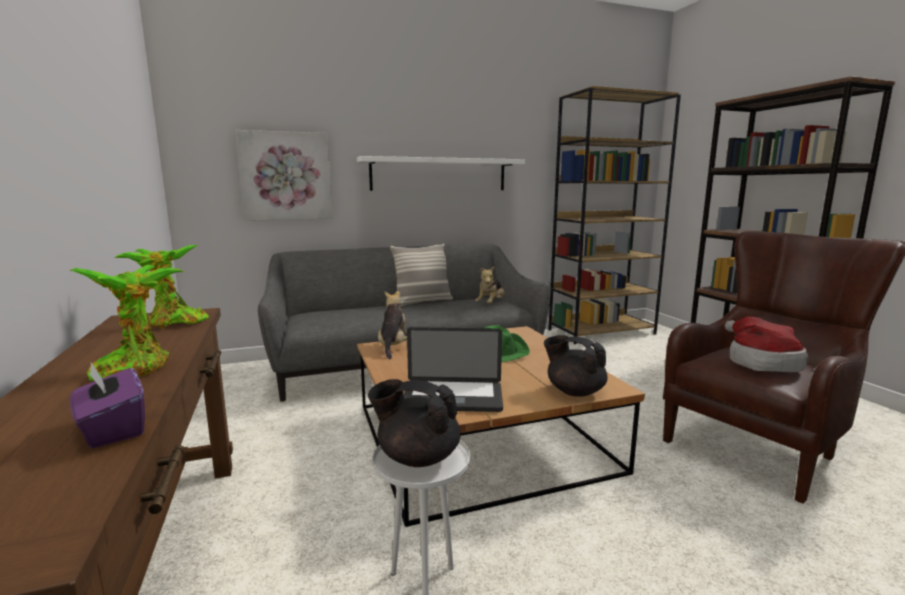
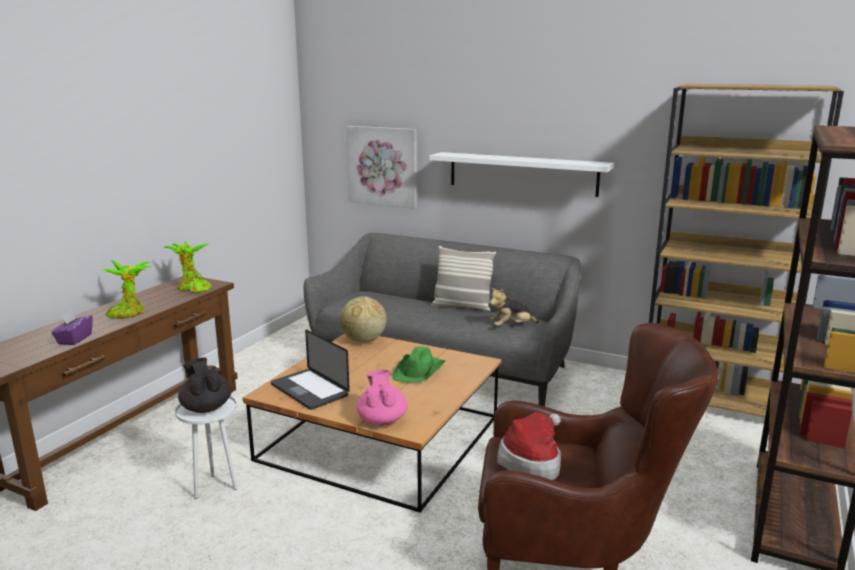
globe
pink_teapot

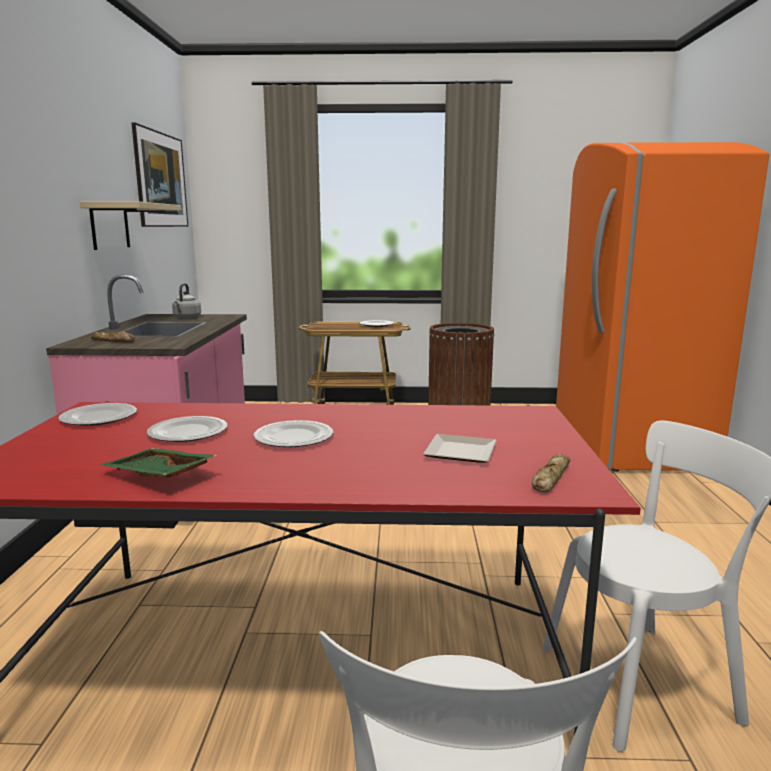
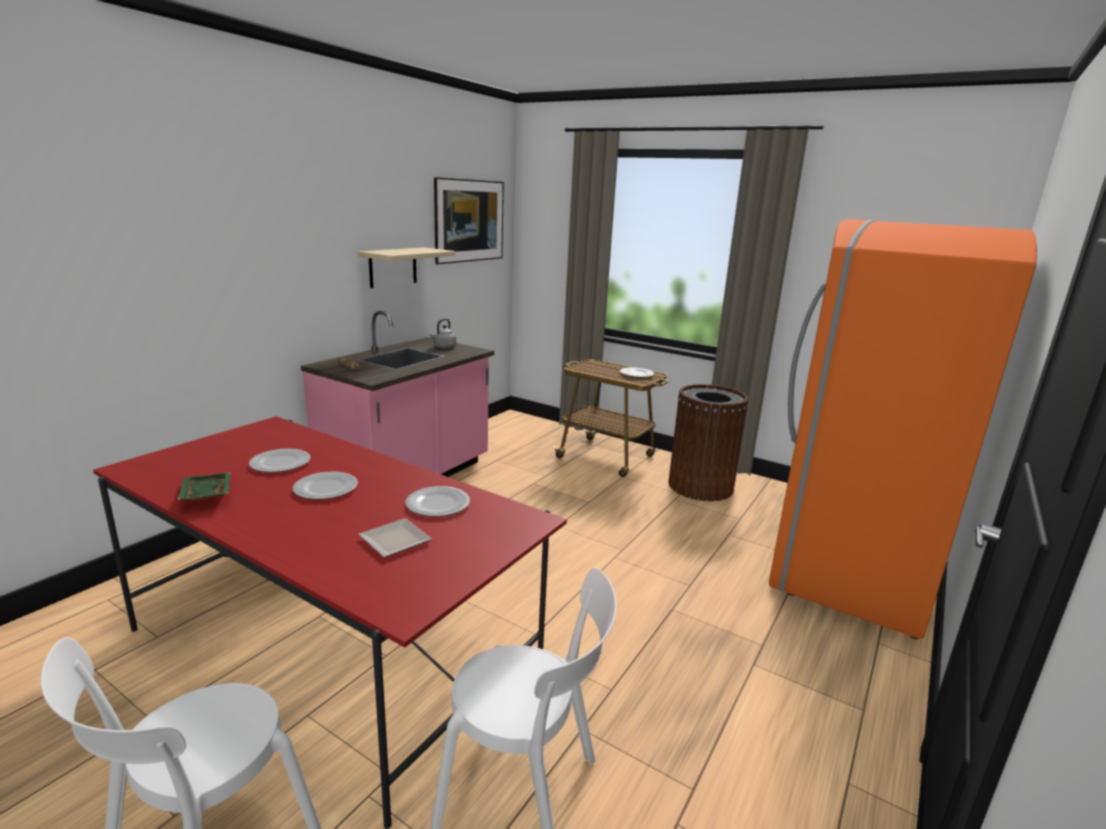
plate (4th from left)
bread (2nd from left in the first image)

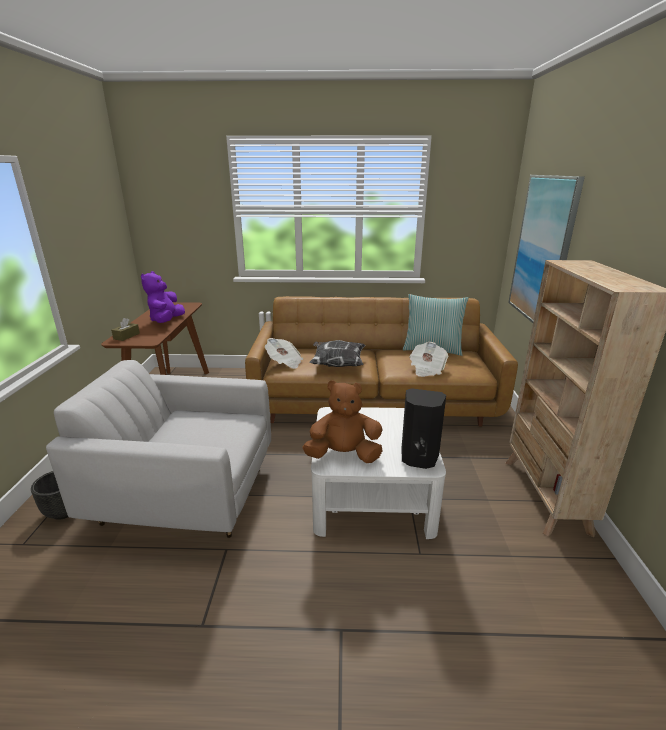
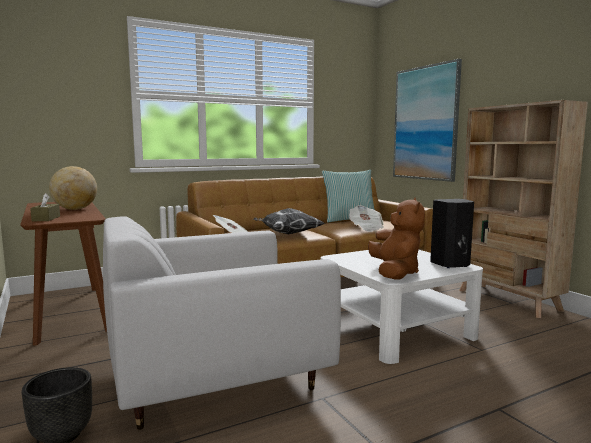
globe
brown_plush_toy

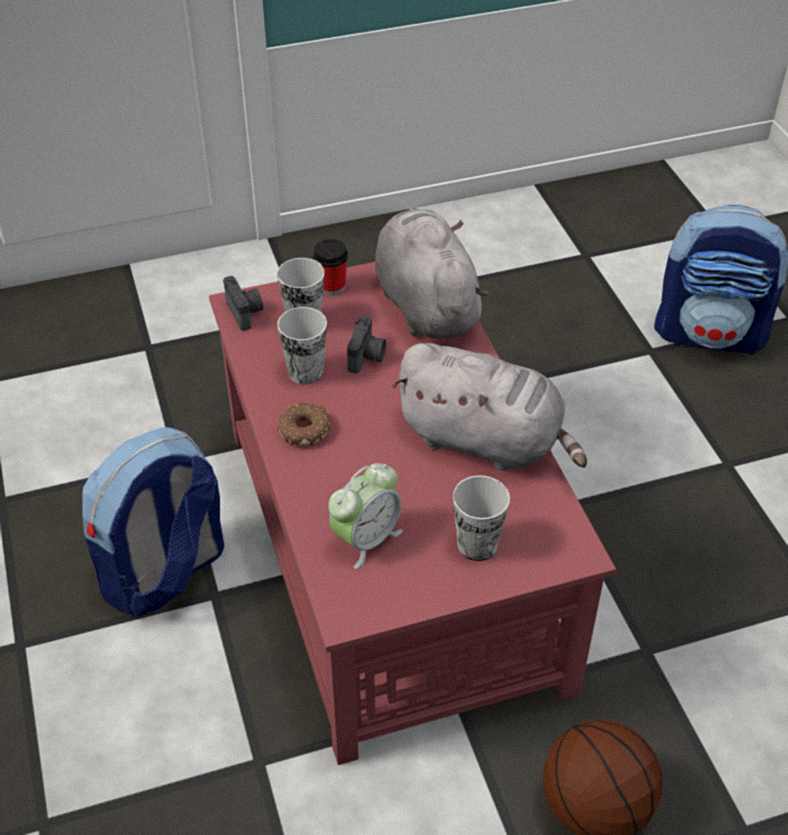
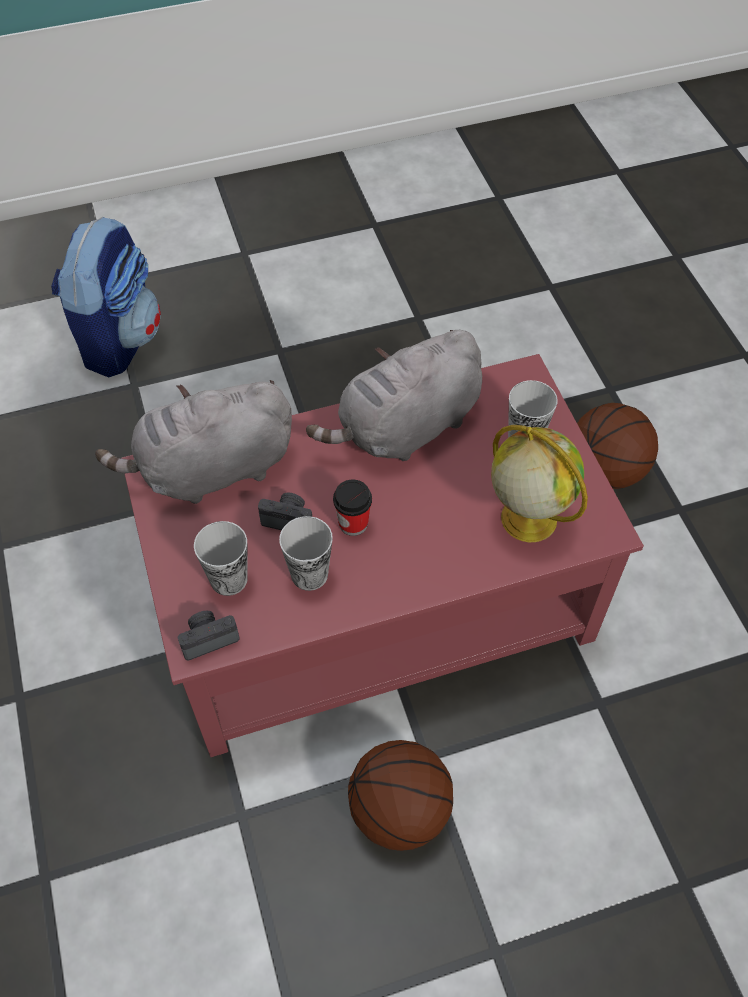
grey_plush_toy (2nd from left)
cup (3rd from left)
basketball (1st from left)
globe
donut

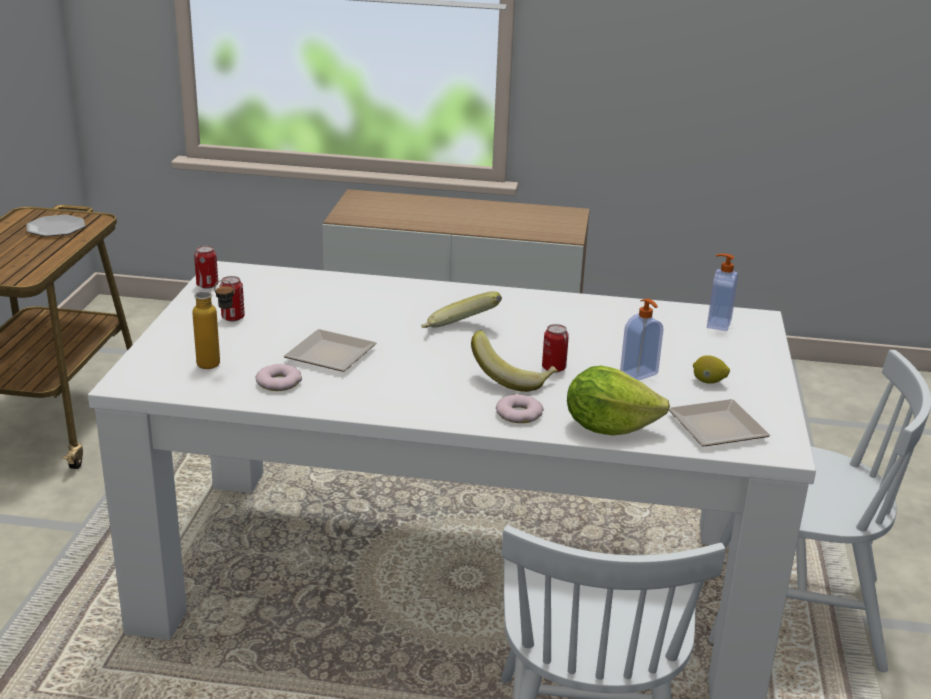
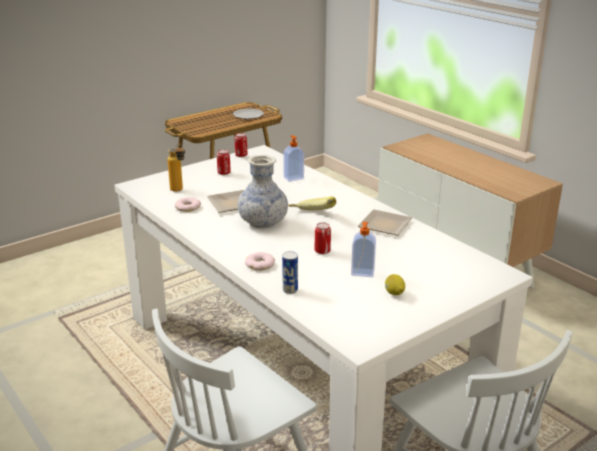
vase
can (3rd from left)
soap_dispenser (1st from left)
plate (3rd from left)
banana (2nd from left in the first image)

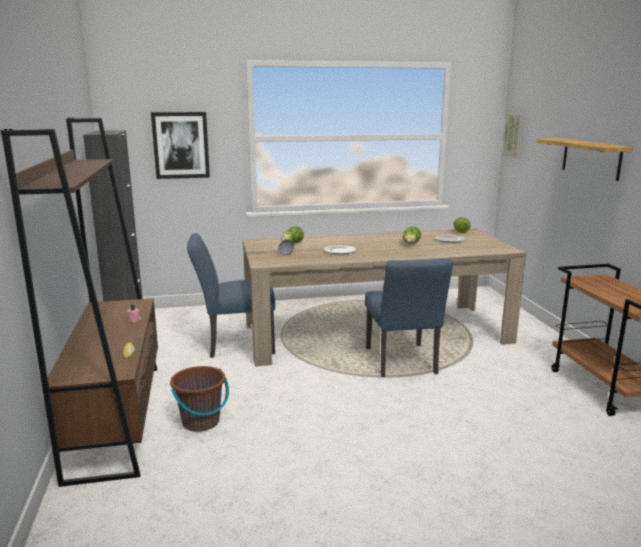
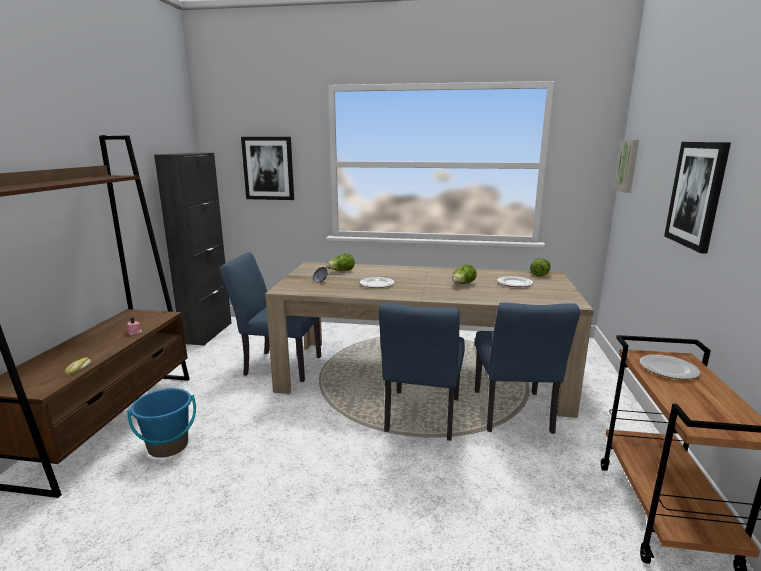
blue_bucket
blue_chair (3rd from left)
plate (3rd from left)
picture (3rd from left)

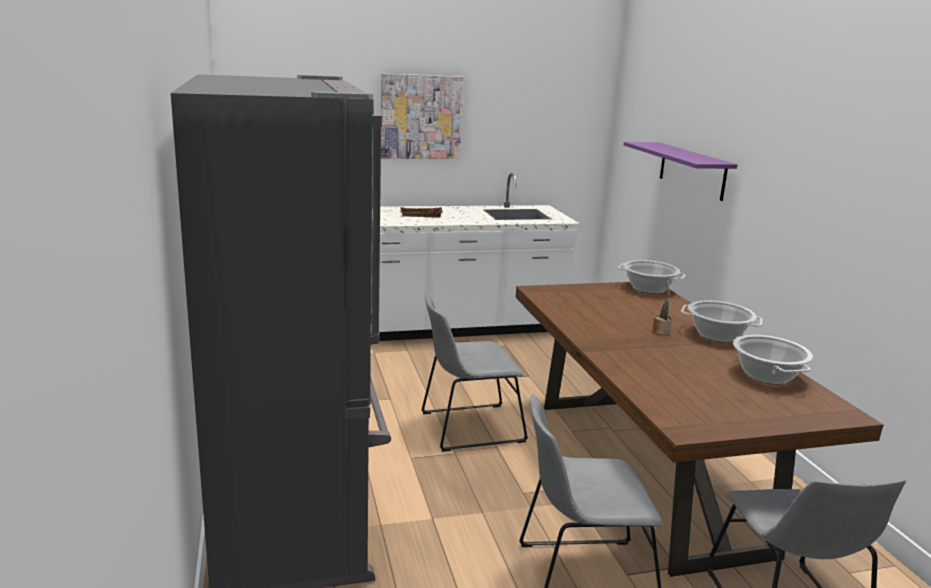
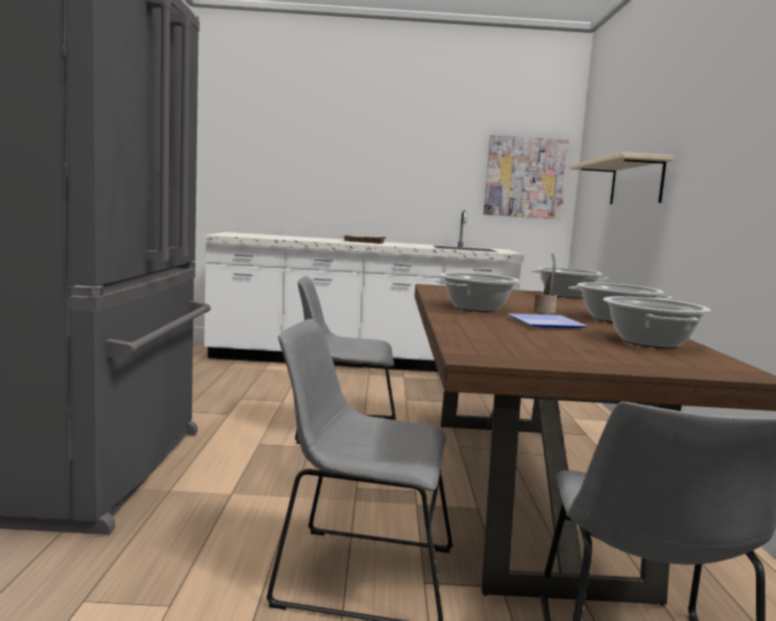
cooking_pot (1st from left)
picture
plate
beige_shelf

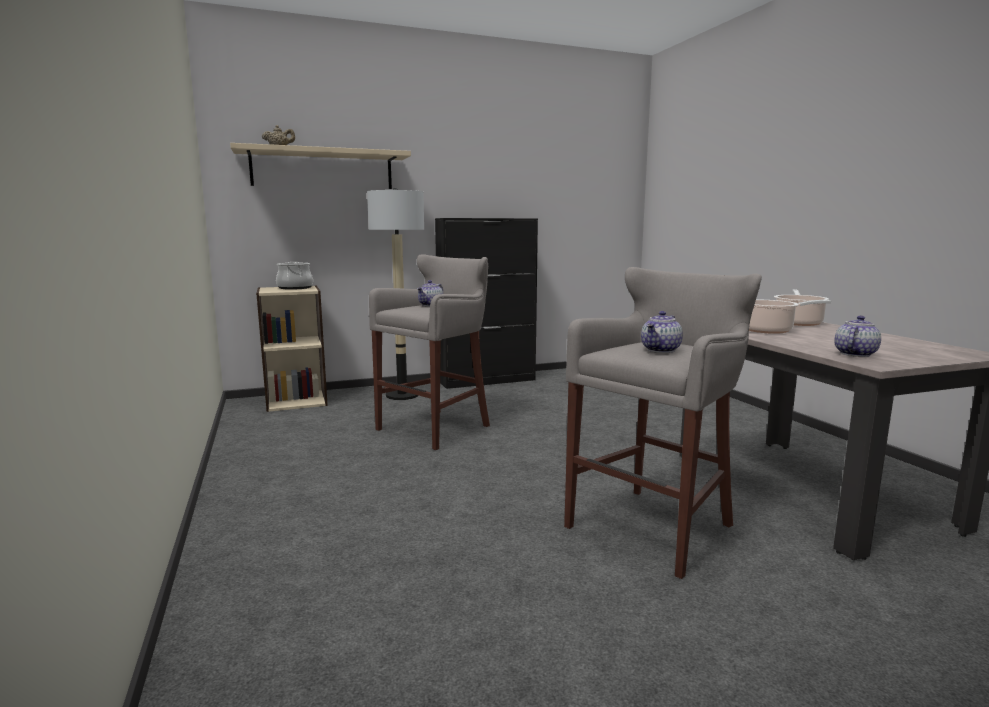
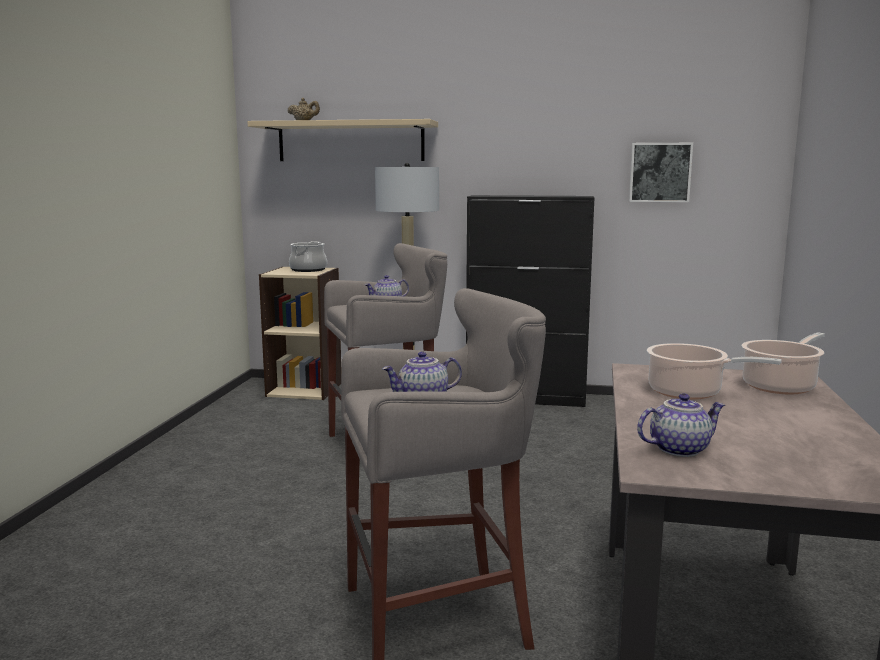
picture

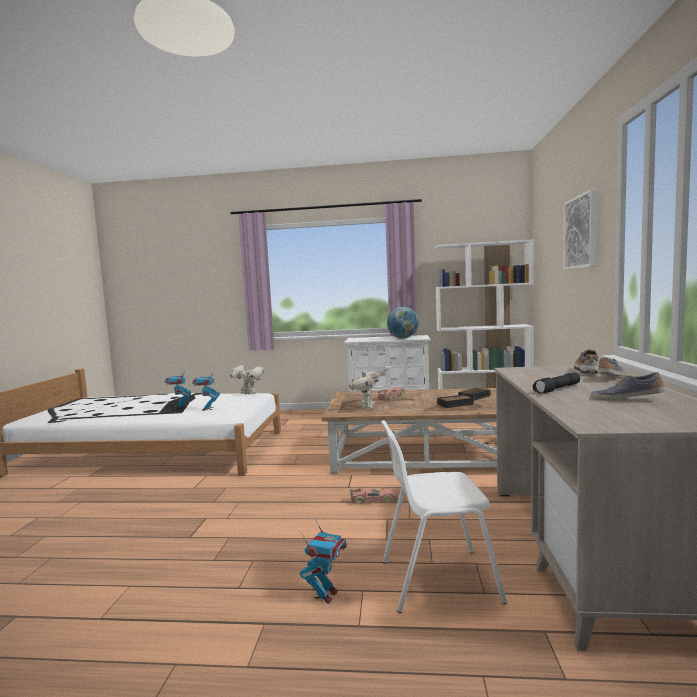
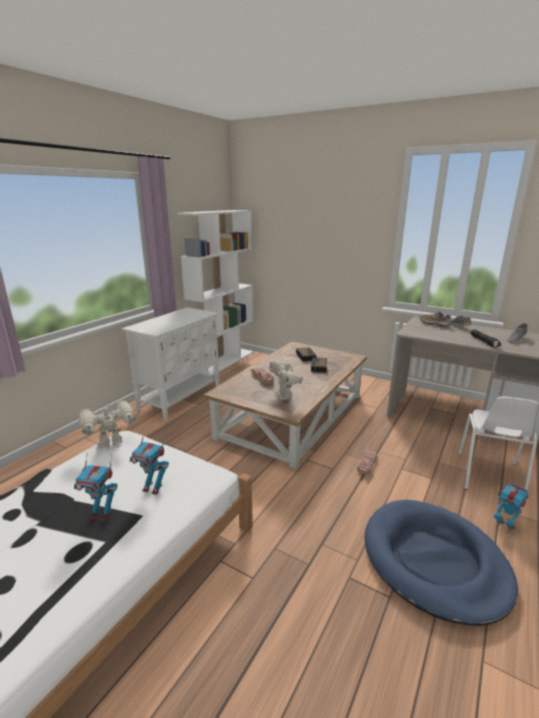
toy_robot (4th from left)
blue_dog_bed
globe
picture

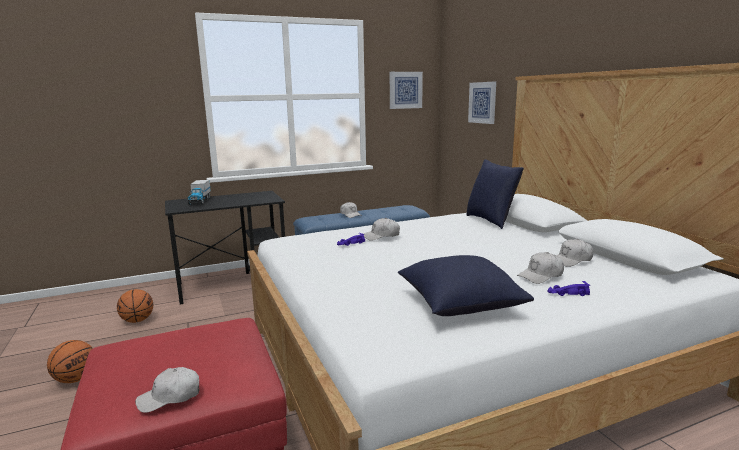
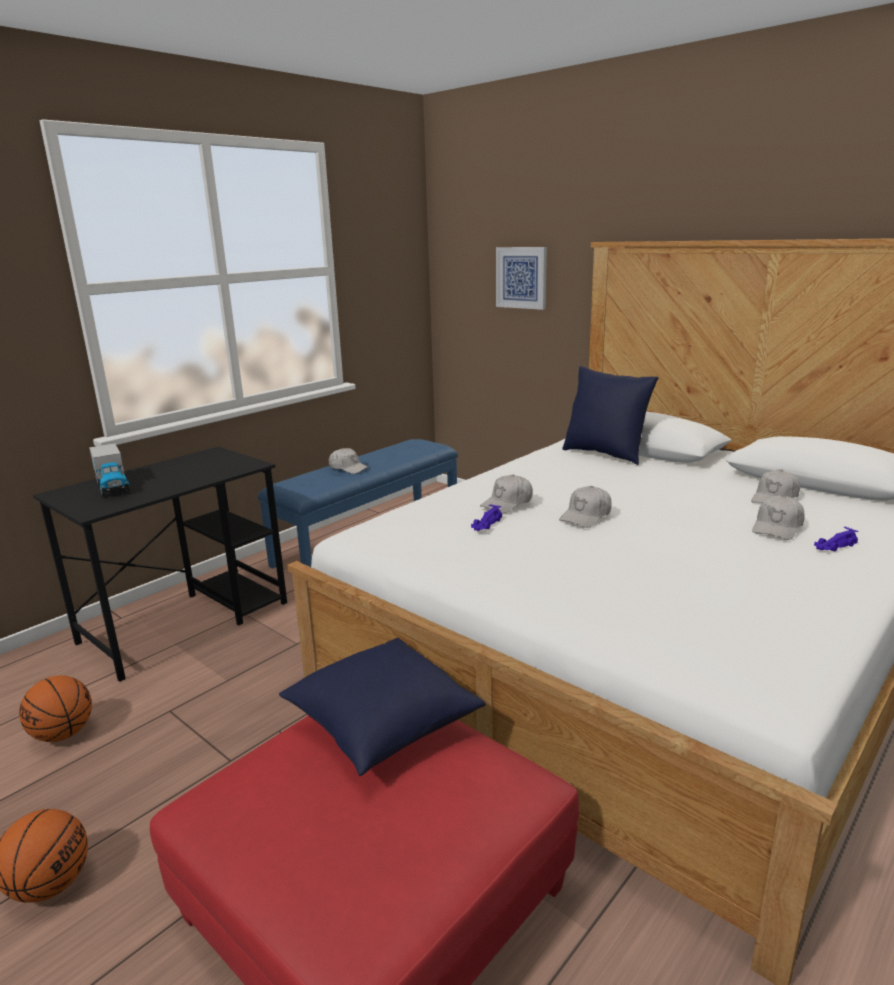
blue_pillow (1st from left)
white_cap (3rd from left)
picture (1st from left in the first image)

